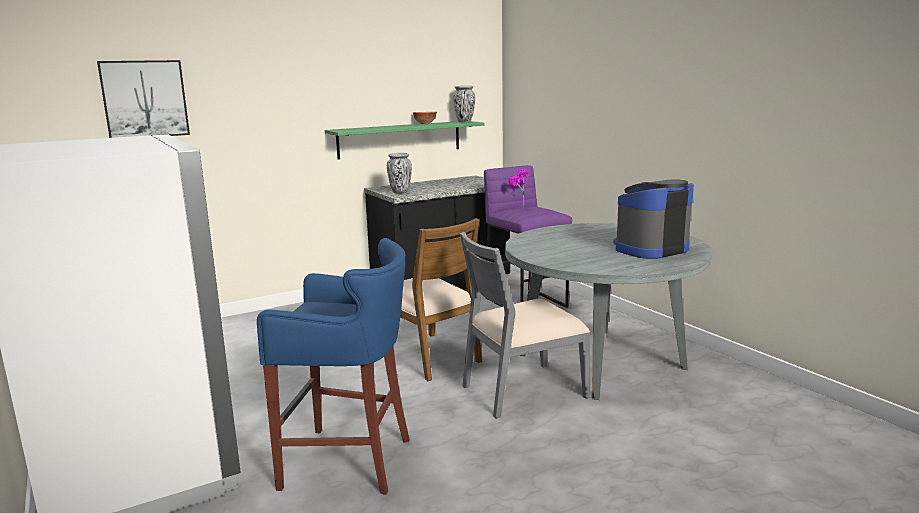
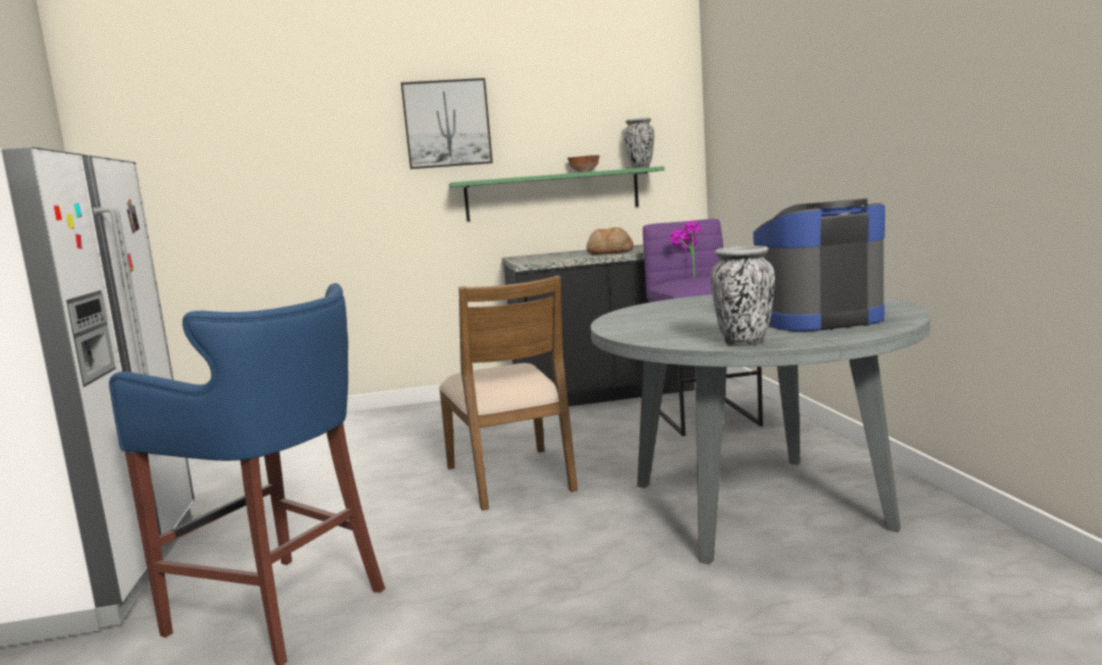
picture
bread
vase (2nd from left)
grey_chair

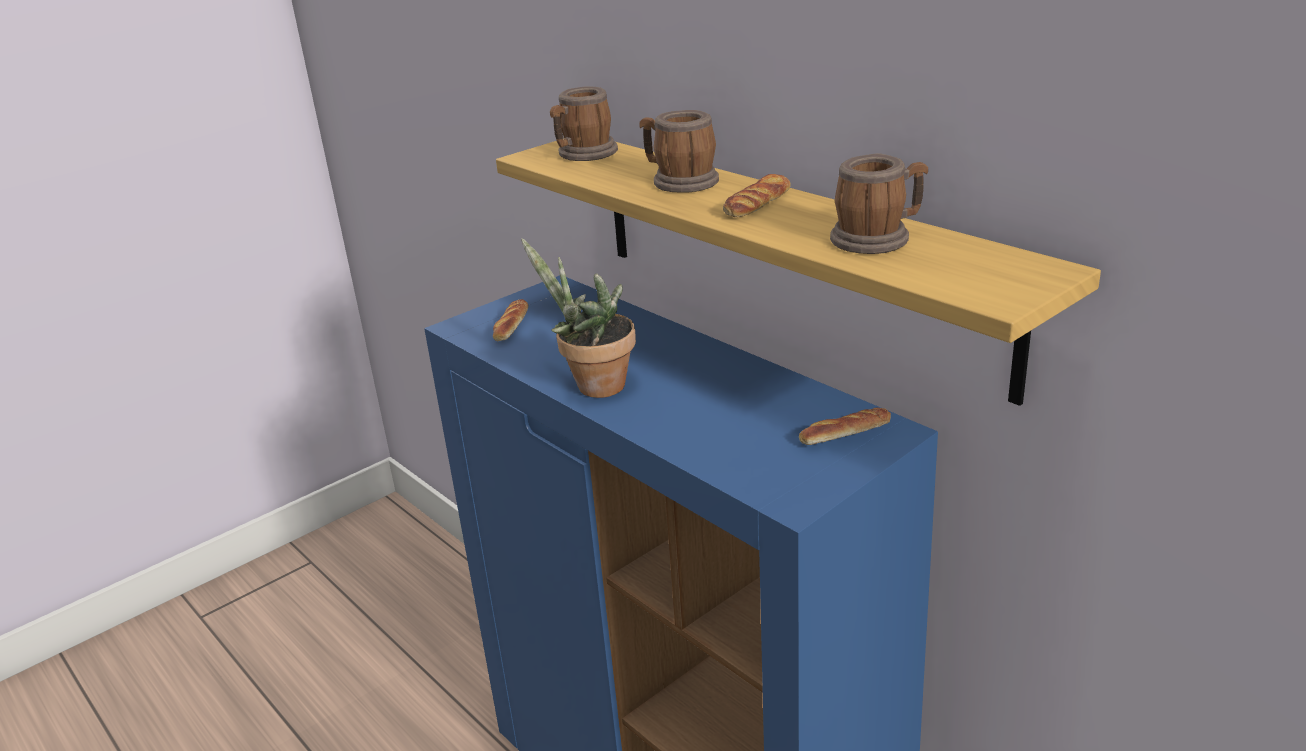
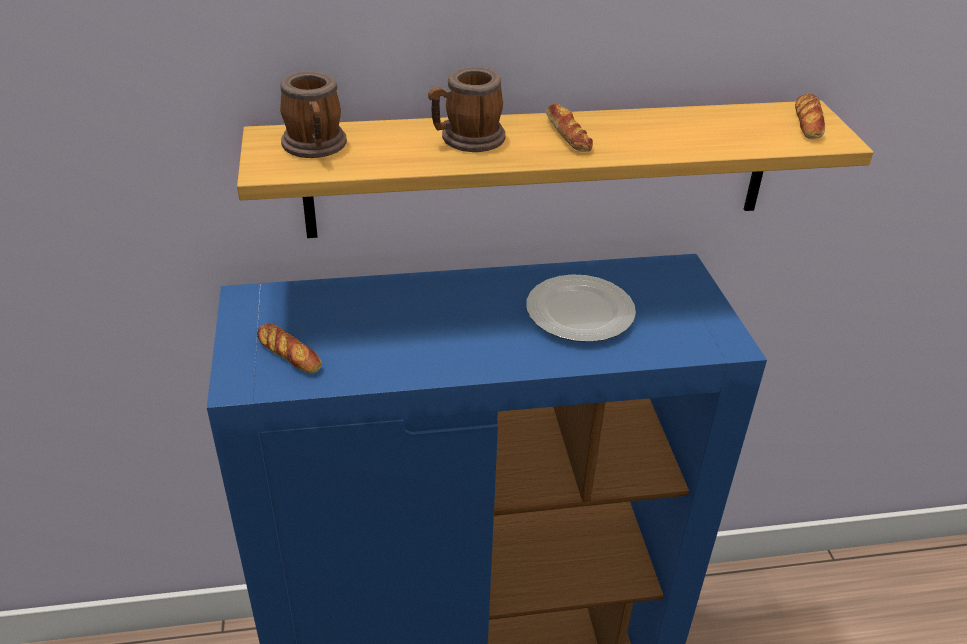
plate
bread (3rd from left)
potted_plant
mug (3rd from left in the first image)

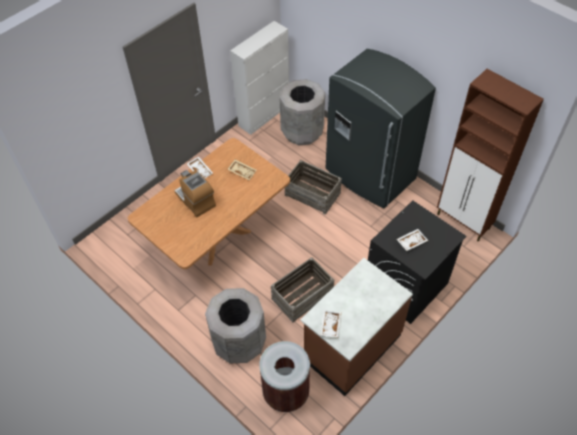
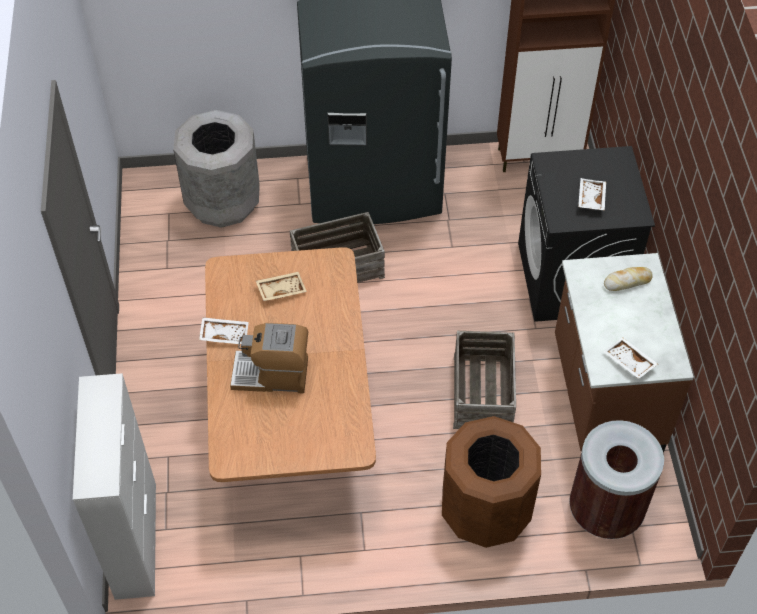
white_cabinet
brown_trash_can (1st from left)
bread

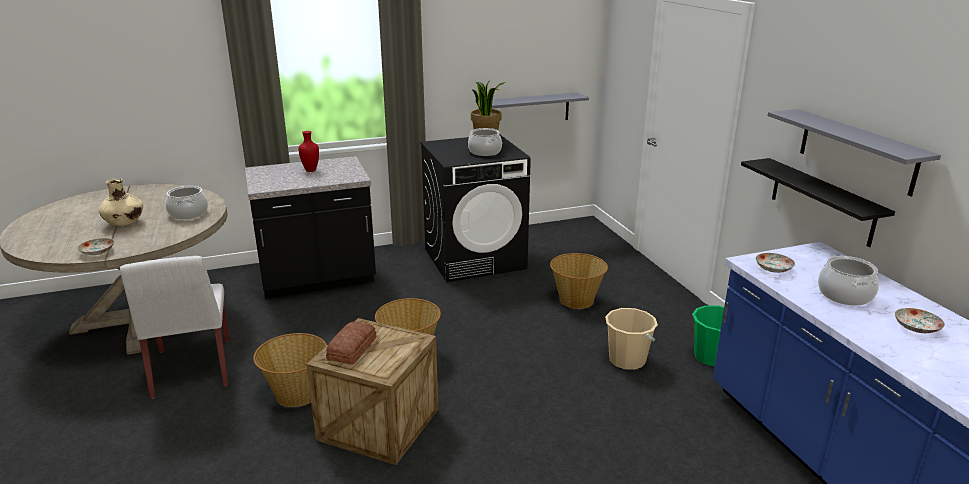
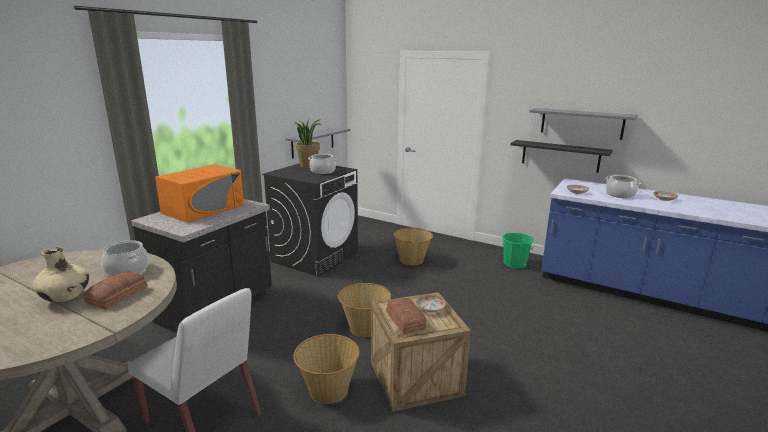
bread (1st from left)
orange_microwave
plate (1st from left)
beige_bucket

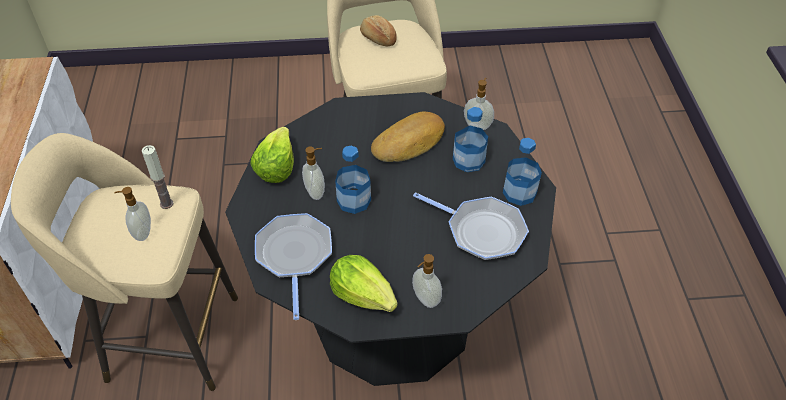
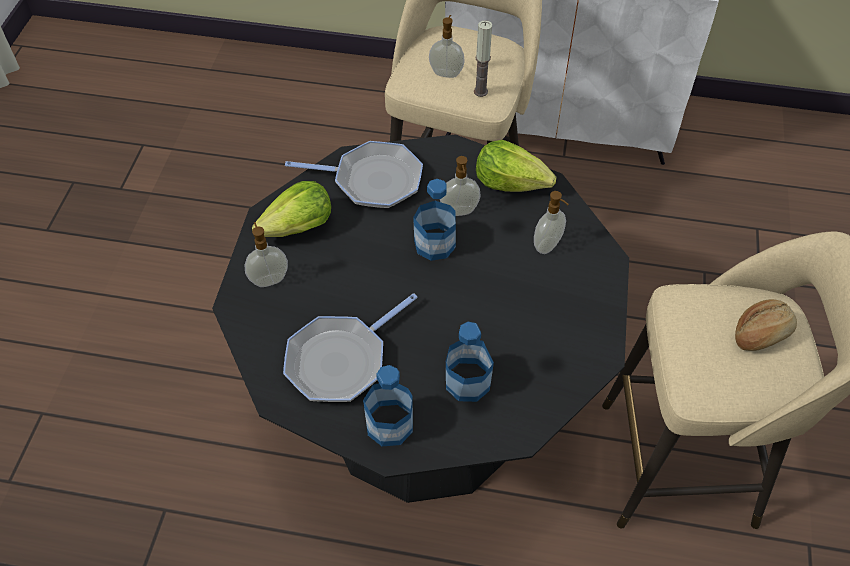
soap_dispenser (4th from left)
bread (2nd from left in the first image)

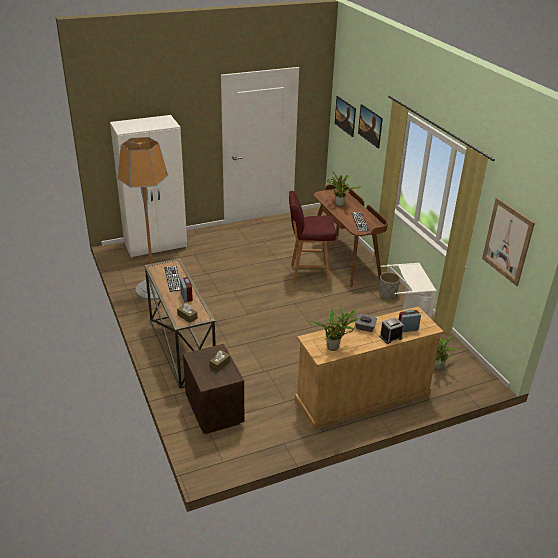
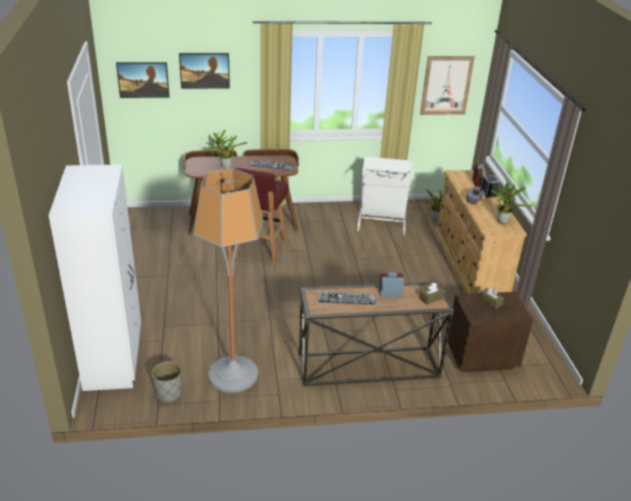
grey_planter

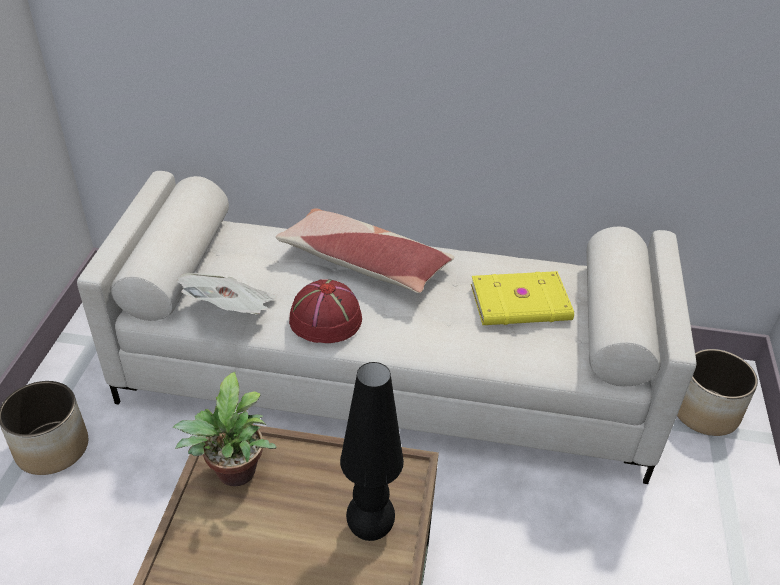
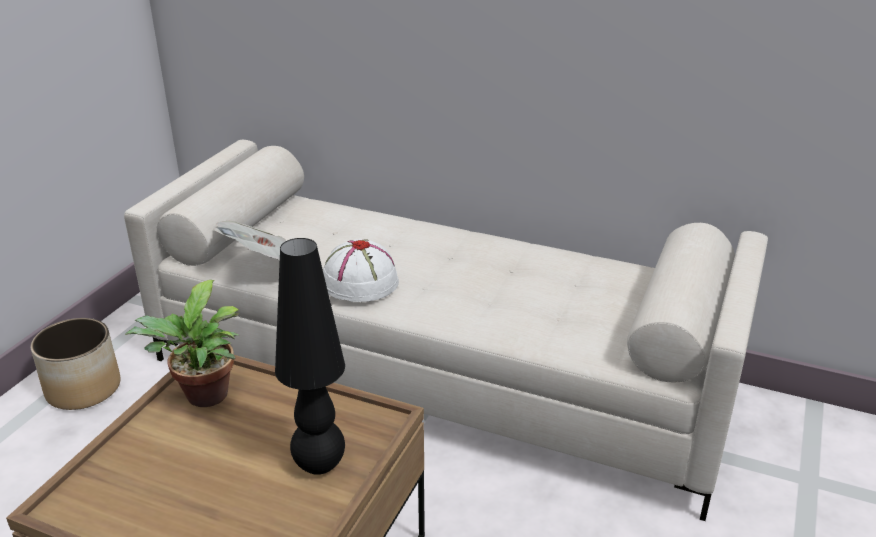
white_hat
pillow
yellow_book
planter (2nd from left in the first image)

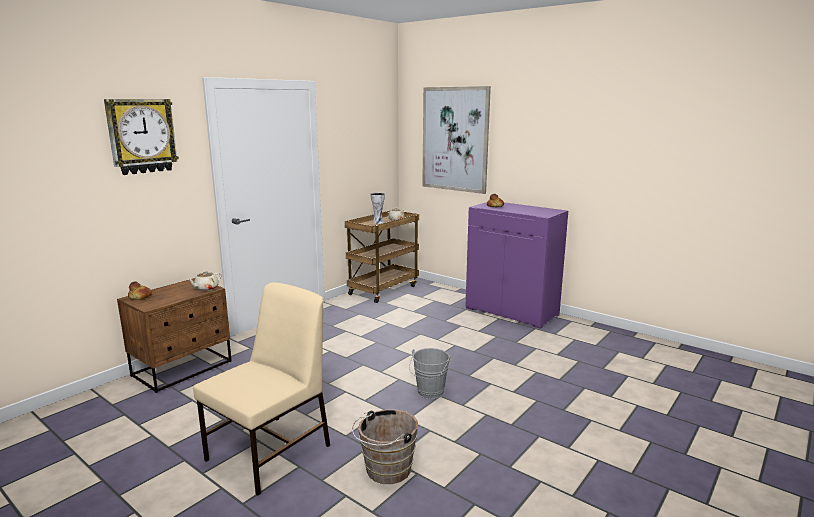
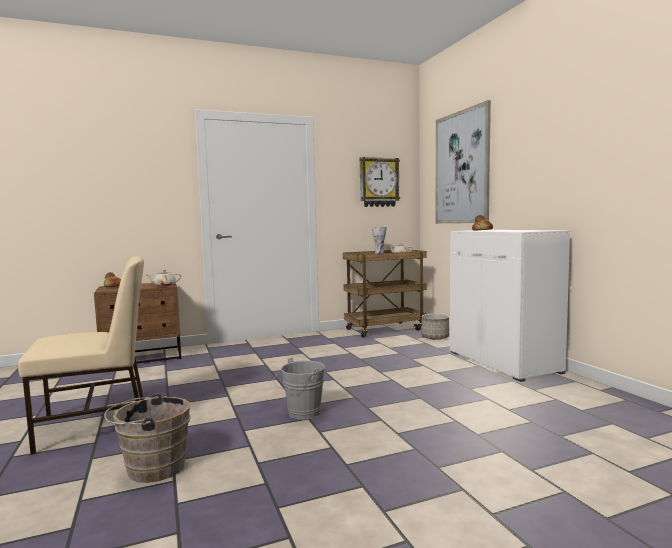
wall_clock
planter
white_cabinet

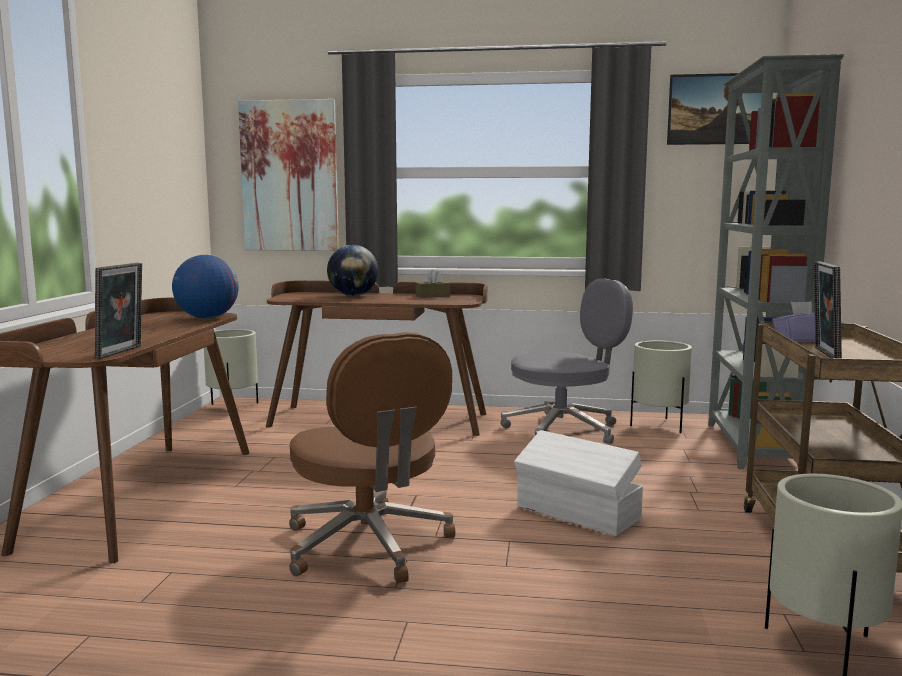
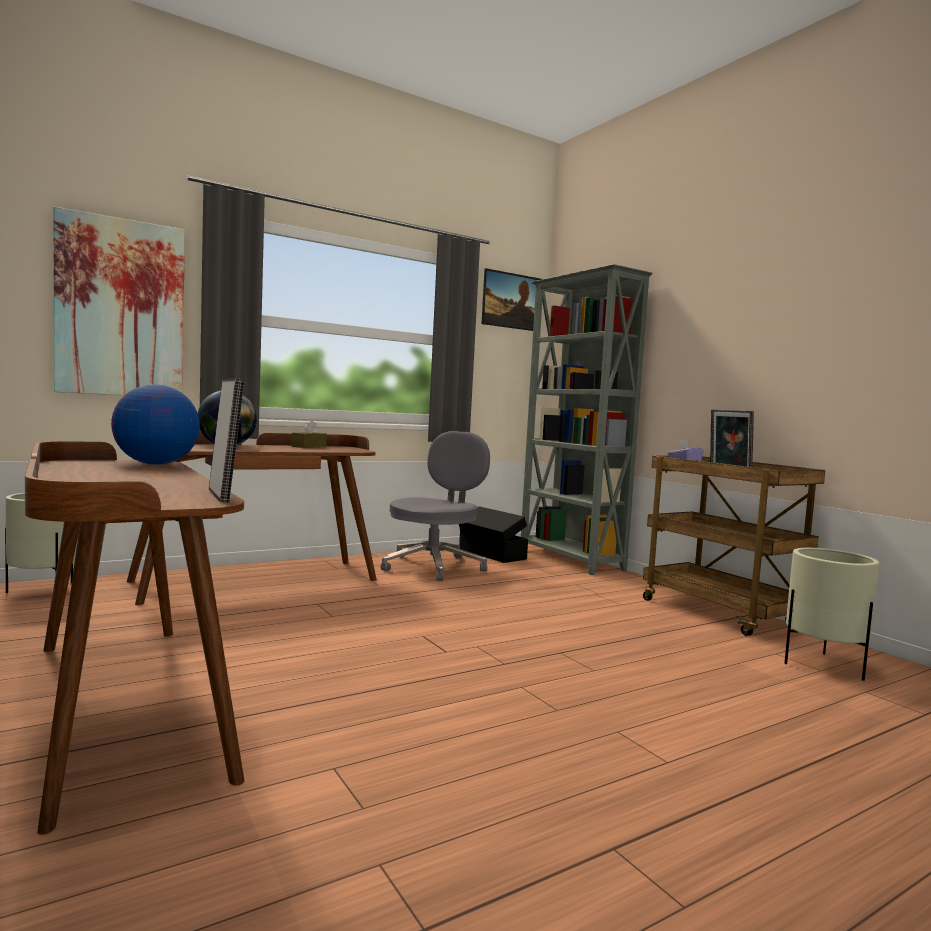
black_storage_box
brown_office_chair
white_storage_box

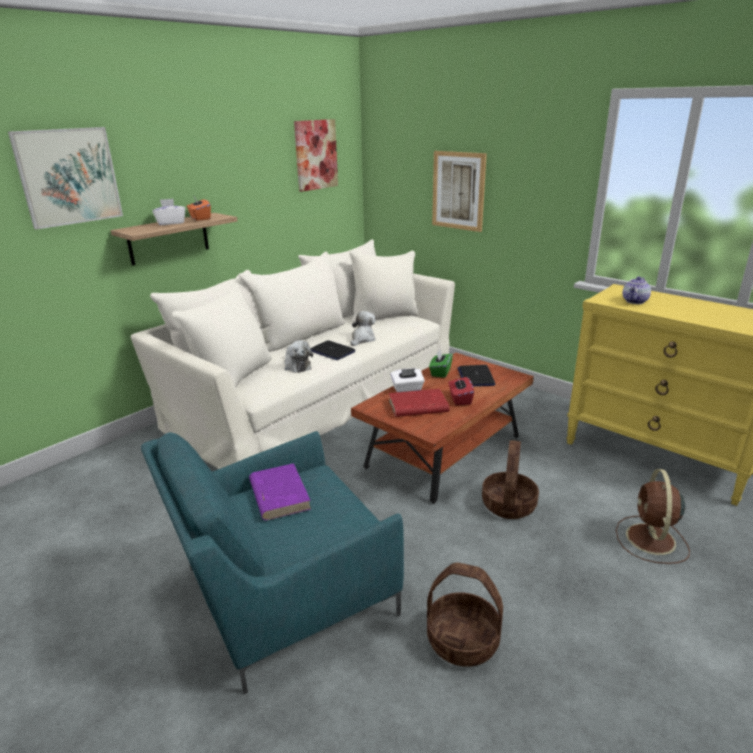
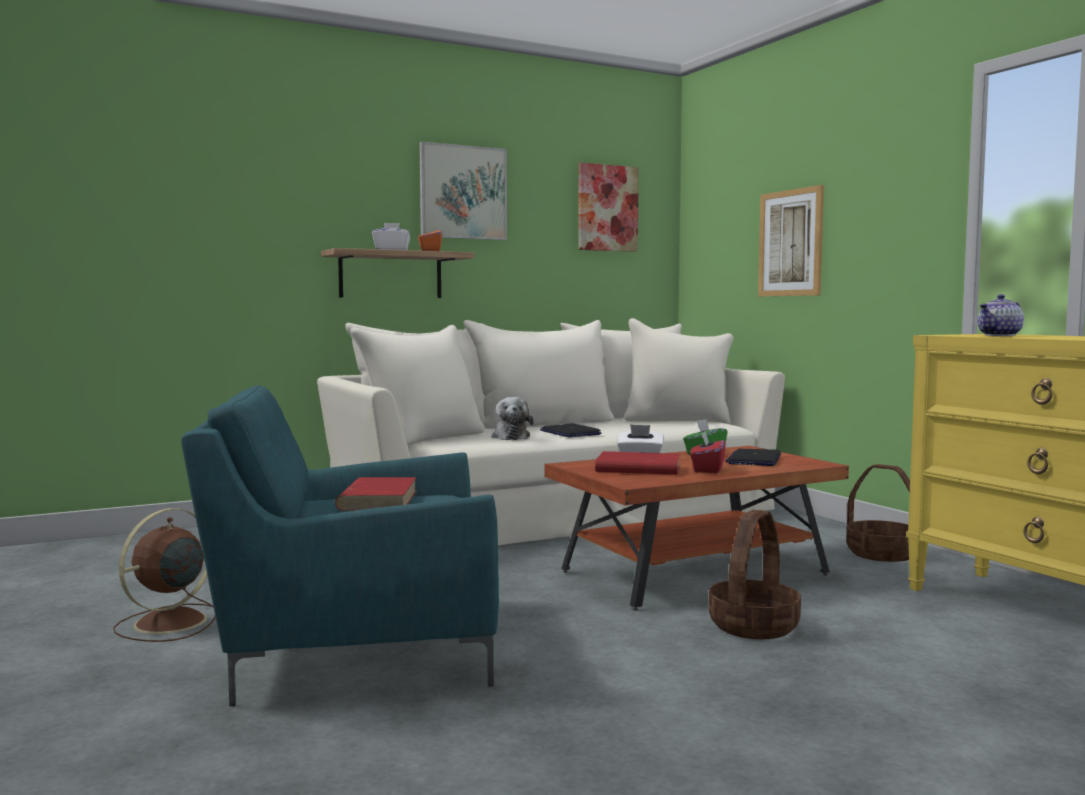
brown_fan
red_book (1st from left)
picture (1st from left)
basket (2nd from left)
plush_toy (2nd from left in the first image)

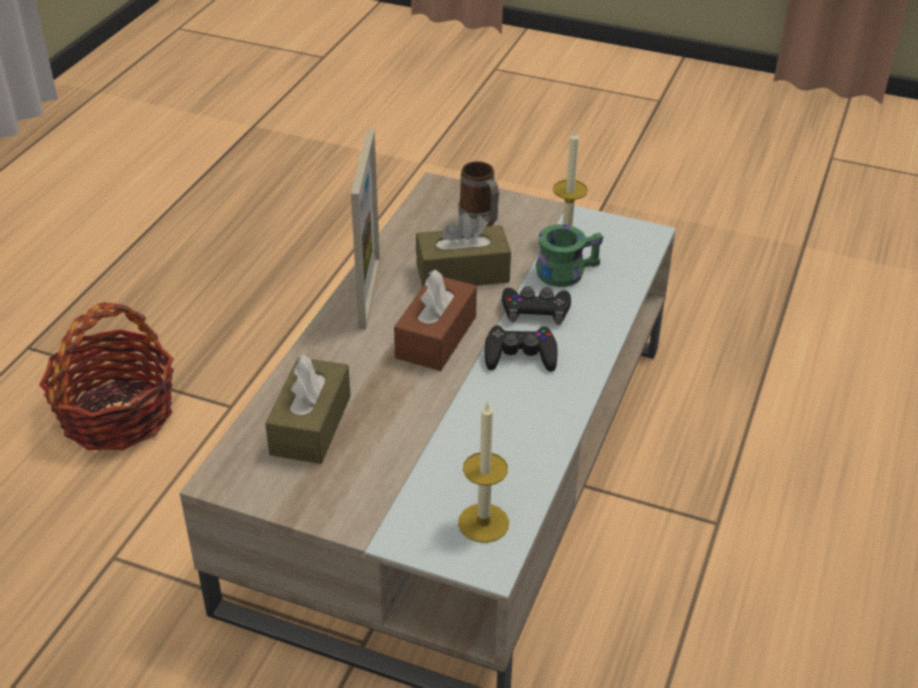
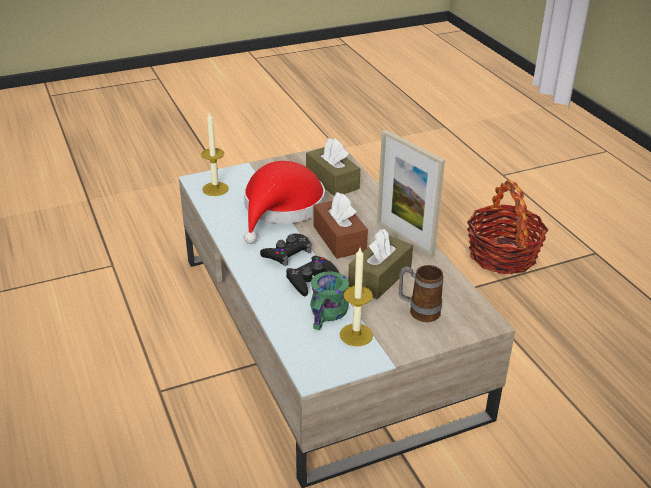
red_hat

